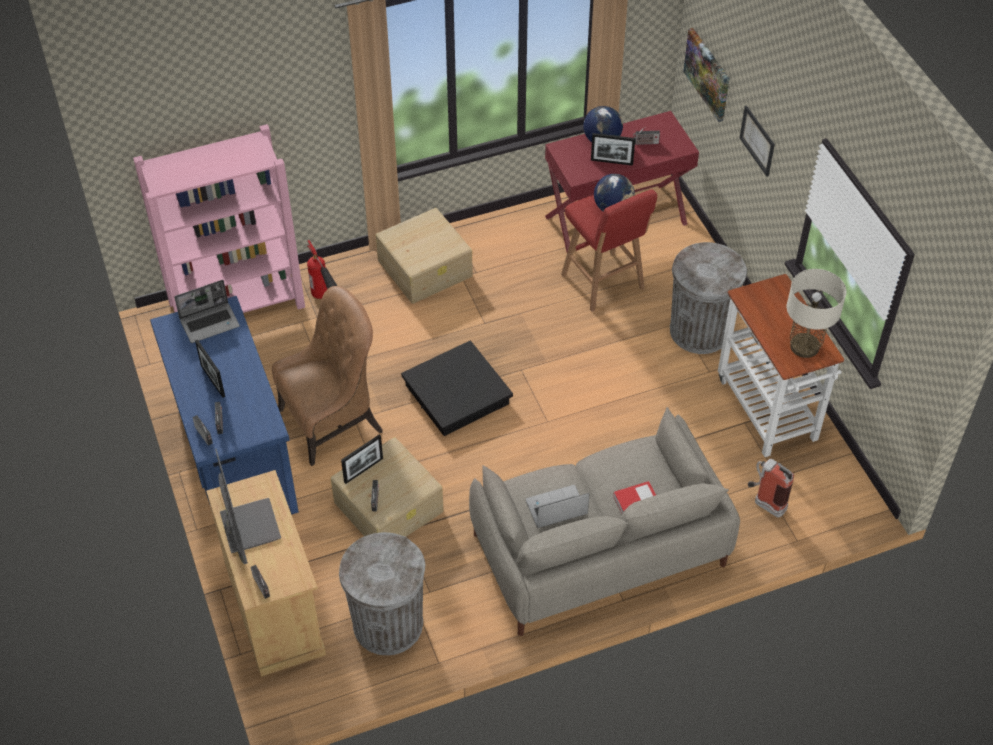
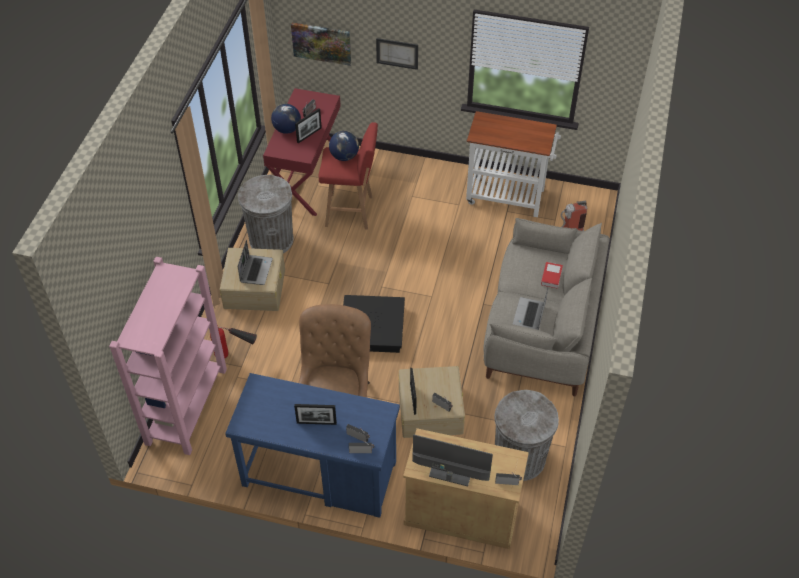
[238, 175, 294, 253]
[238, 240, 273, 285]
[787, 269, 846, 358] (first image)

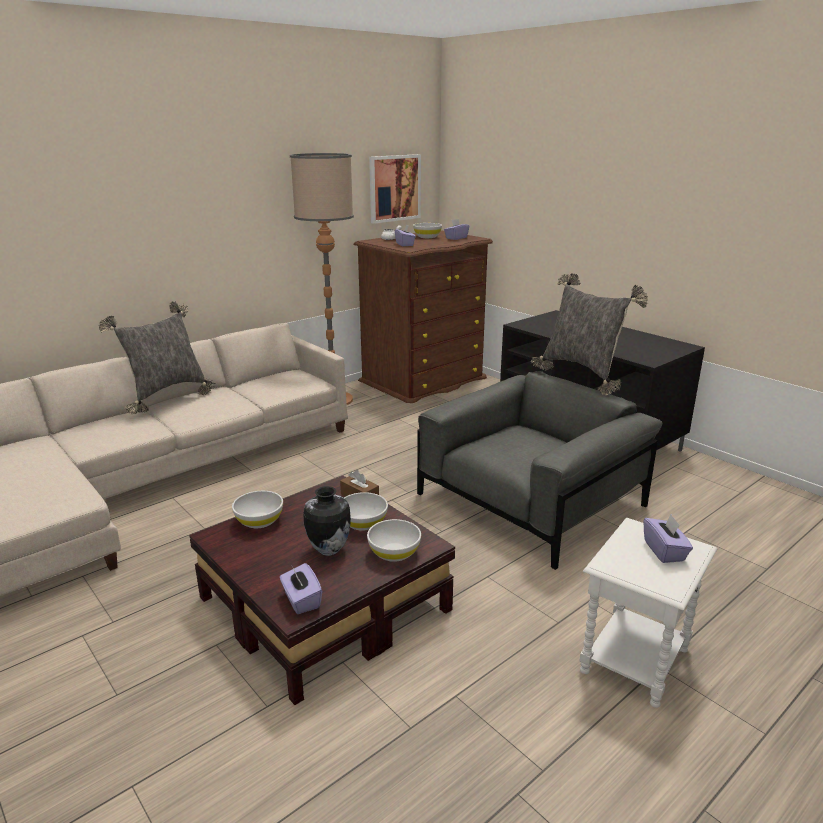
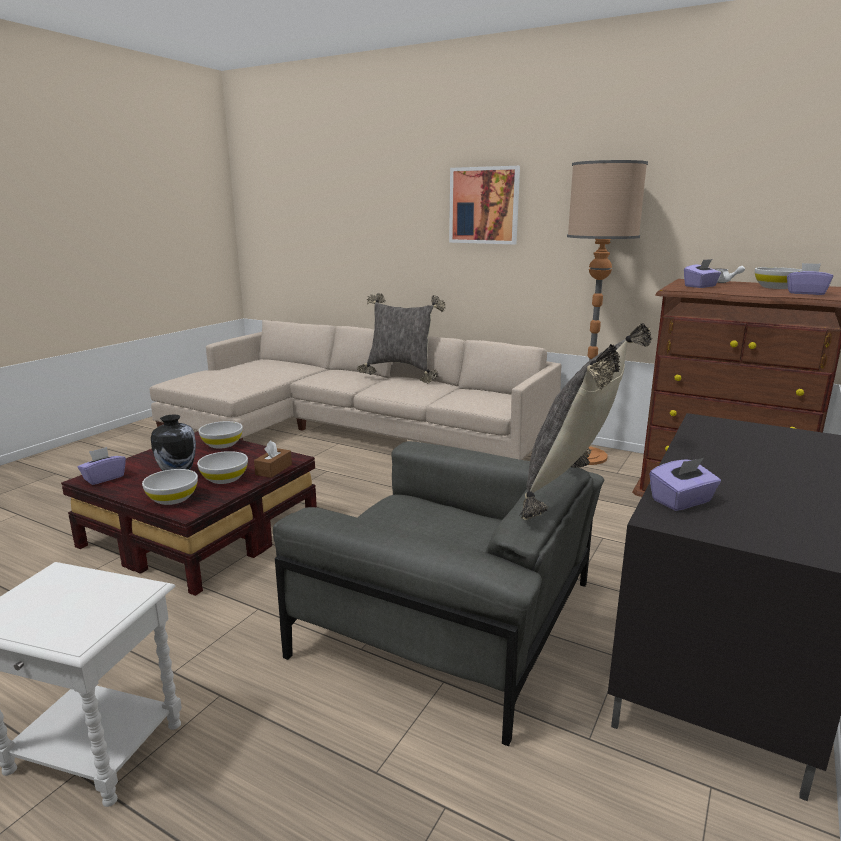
[449, 166, 520, 244]
[649, 458, 721, 511]

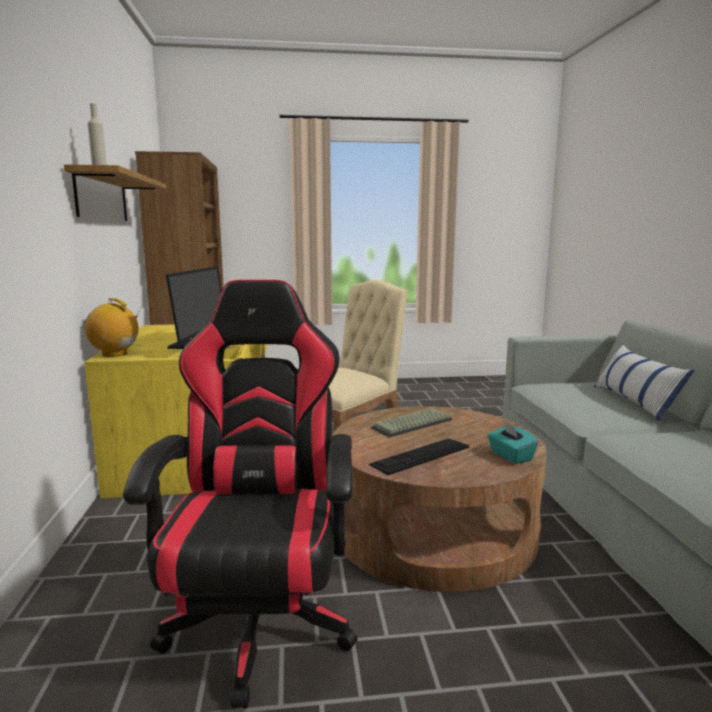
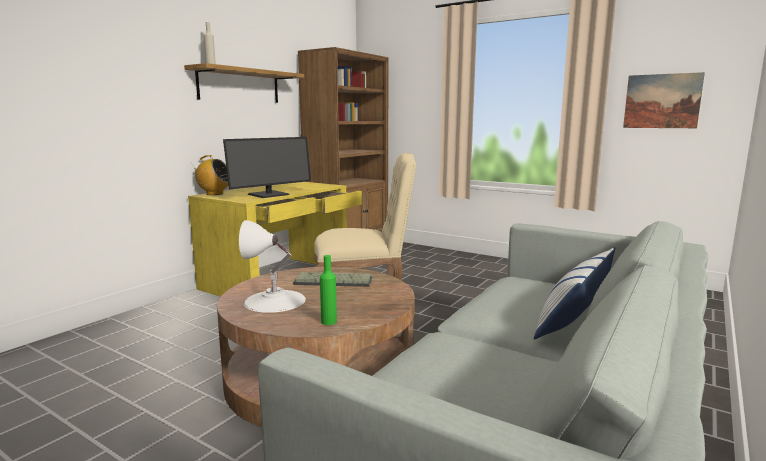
[191, 155, 228, 195]
[239, 220, 306, 313]
[320, 255, 337, 325]
[623, 72, 705, 128]
[123, 280, 358, 709] (first image)

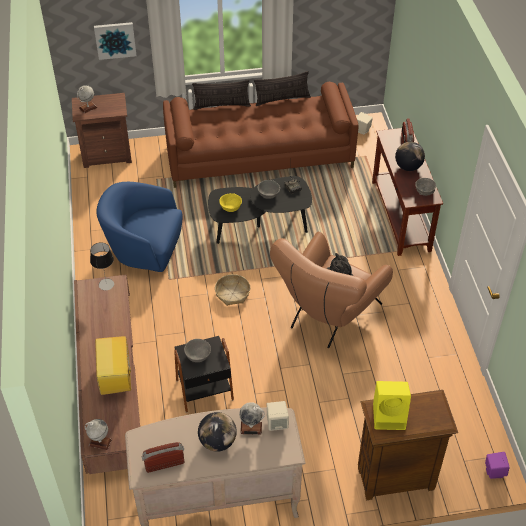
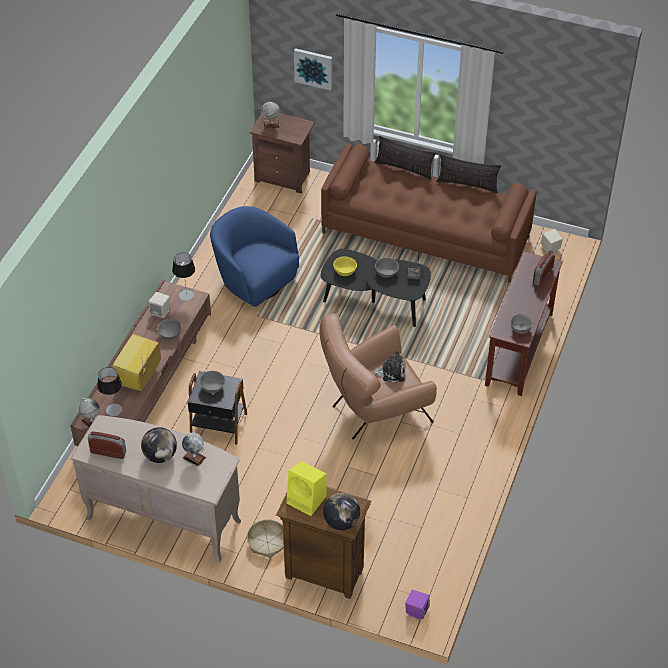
[97, 367, 122, 416]
[148, 292, 170, 318]
[157, 319, 182, 340]
[247, 519, 284, 558]
[323, 493, 360, 530]

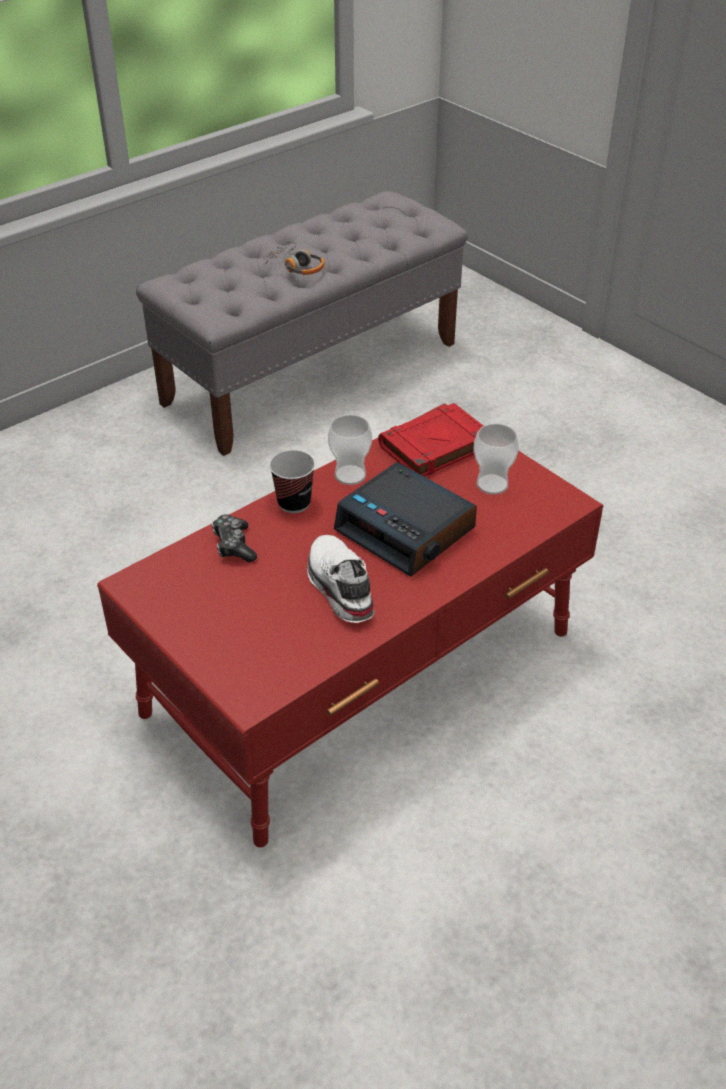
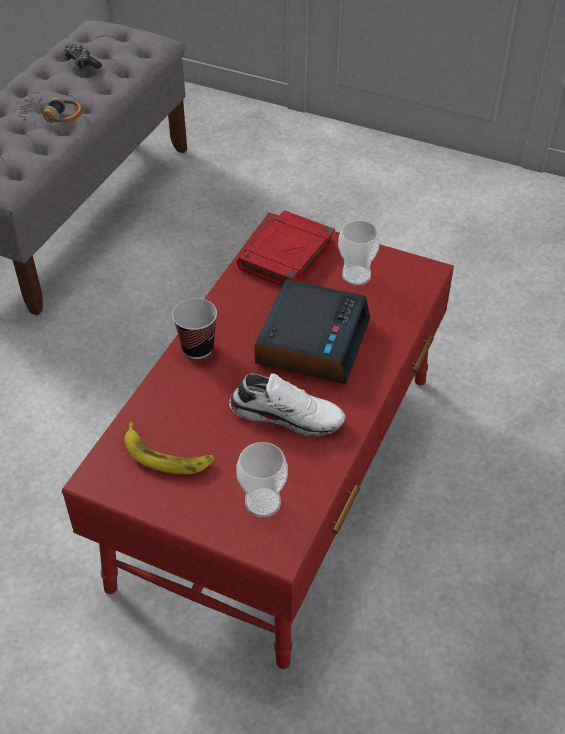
[62, 44, 102, 70]
[124, 422, 215, 474]
[229, 373, 346, 436]
[236, 442, 288, 517]
[254, 280, 370, 384]

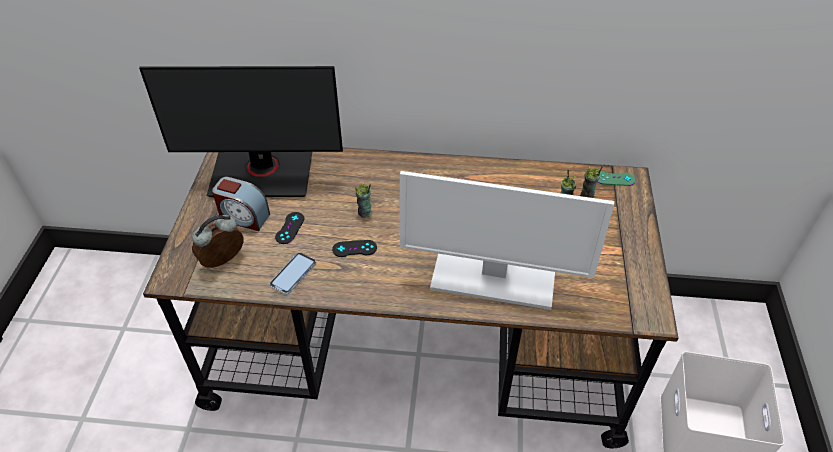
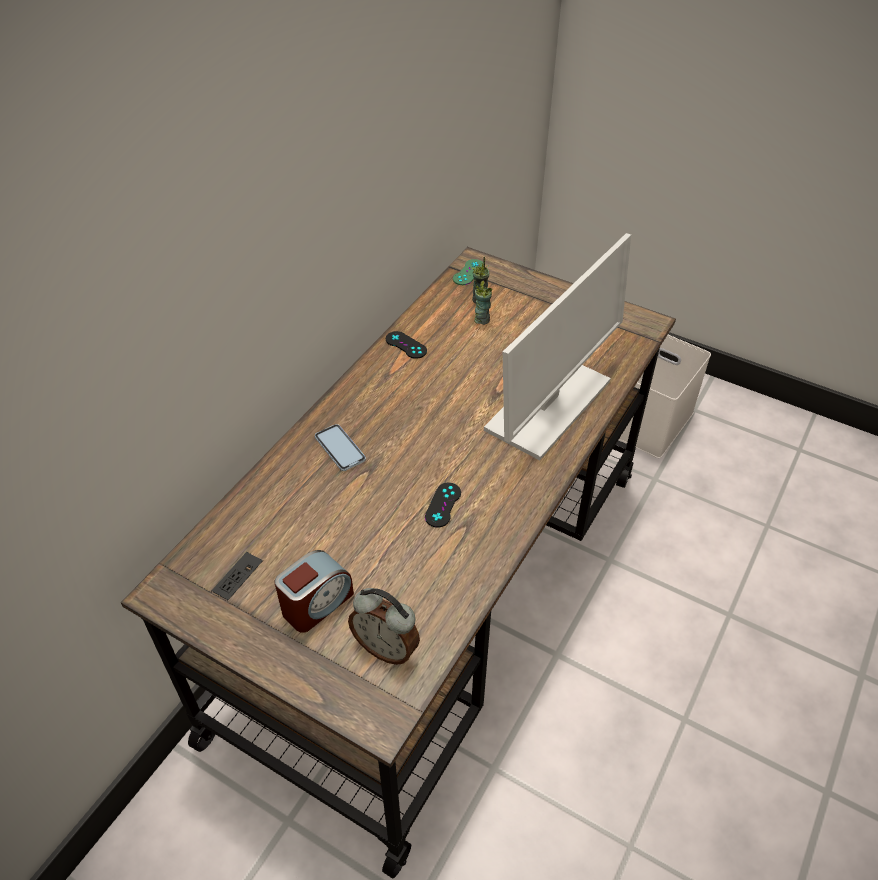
[315, 424, 366, 471]
[348, 588, 420, 665]
[386, 331, 427, 359]
[139, 66, 343, 197] (first image)
[355, 182, 372, 218] (first image)

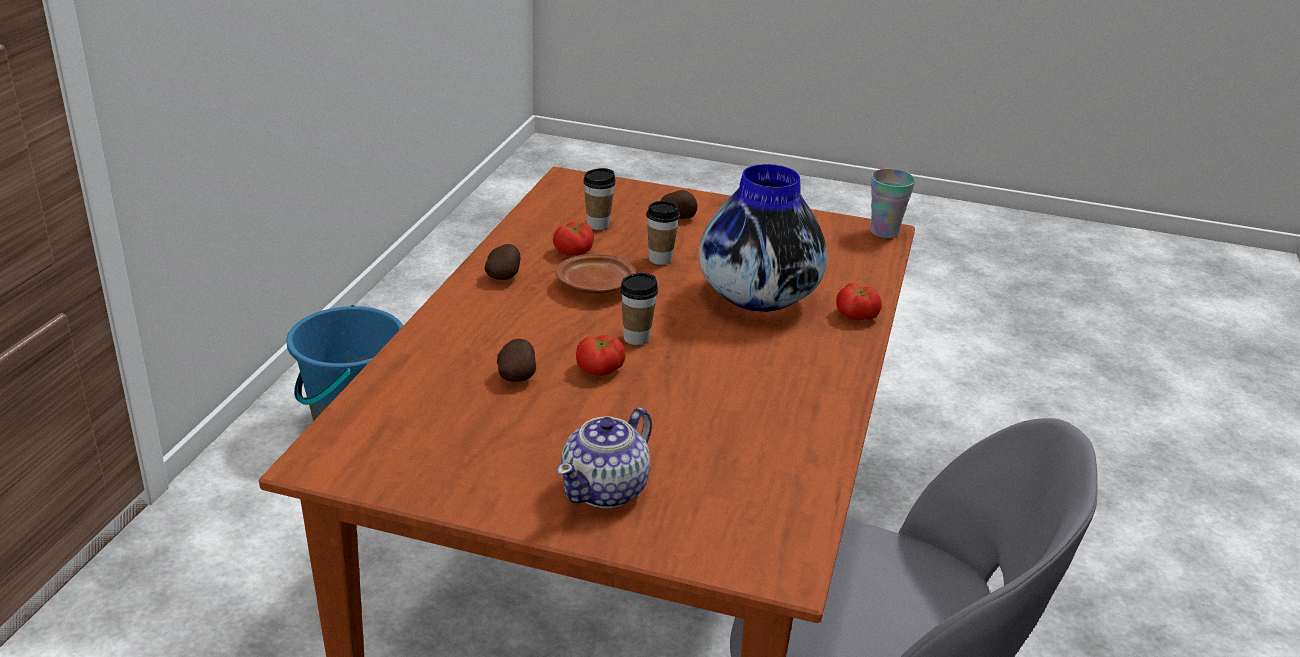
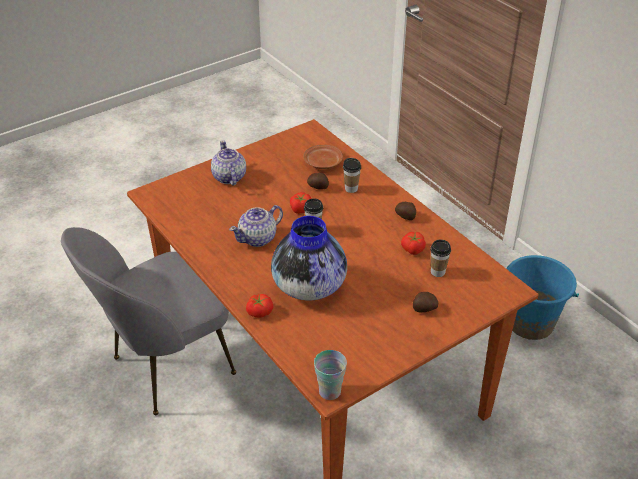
[229, 205, 283, 247]
[303, 145, 343, 169]
[343, 158, 361, 193]

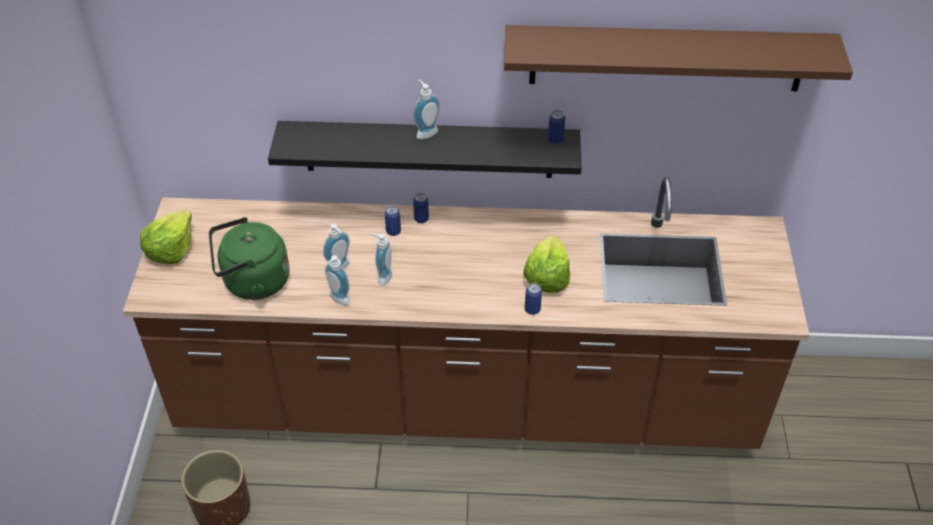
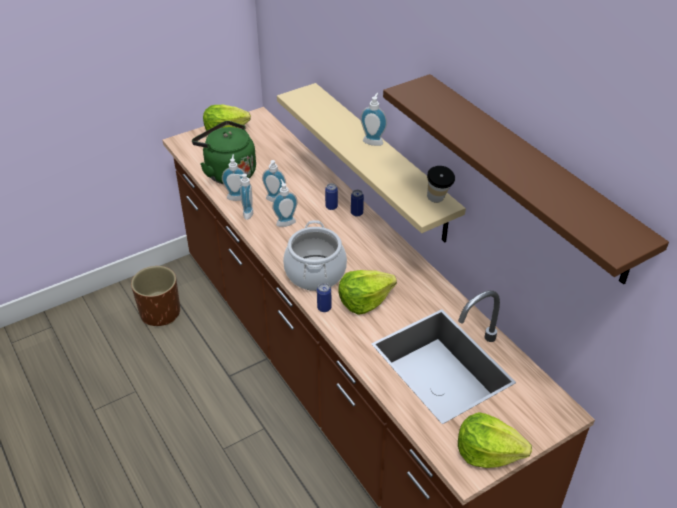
[222, 154, 245, 201]
[277, 83, 466, 242]
[283, 220, 347, 291]
[427, 166, 455, 203]
[458, 412, 532, 468]

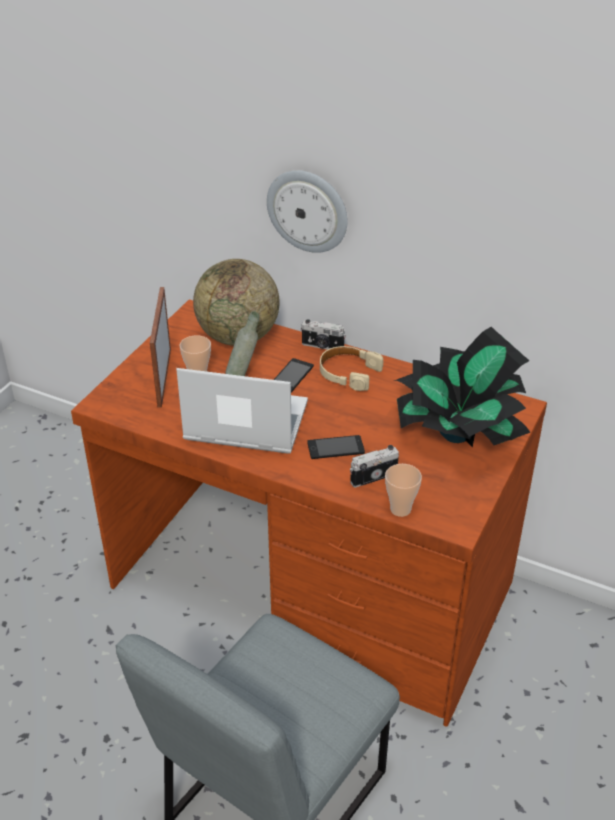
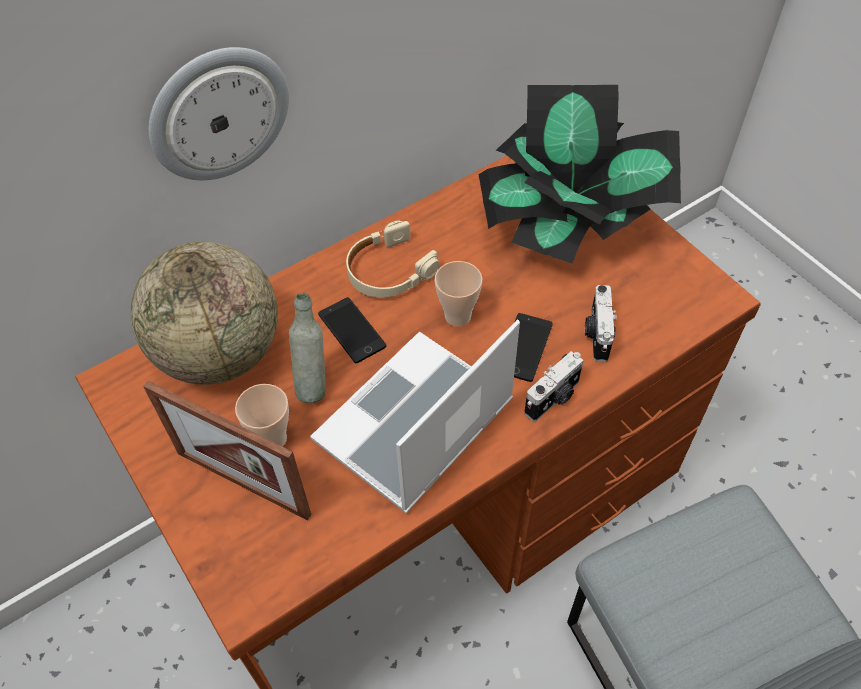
[434, 261, 482, 327]
[524, 351, 584, 422]

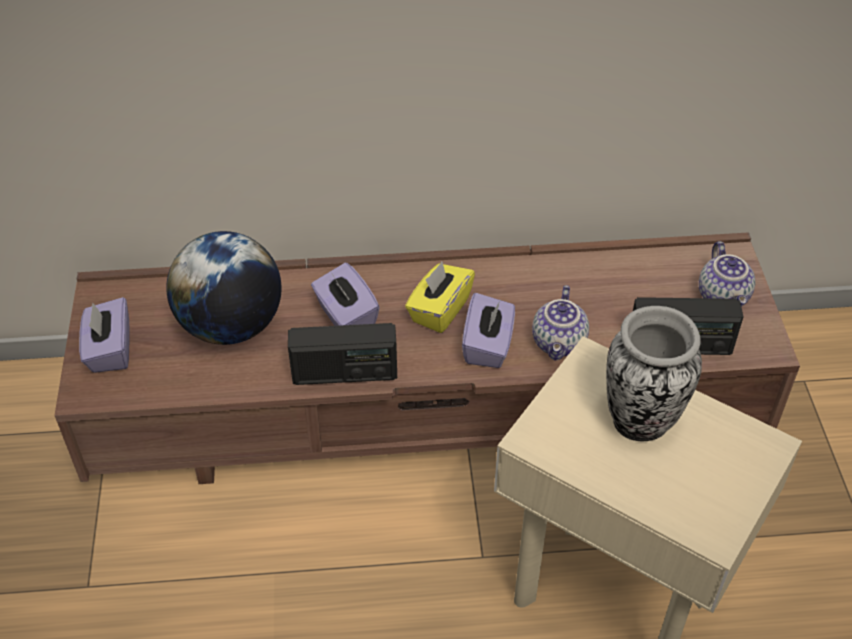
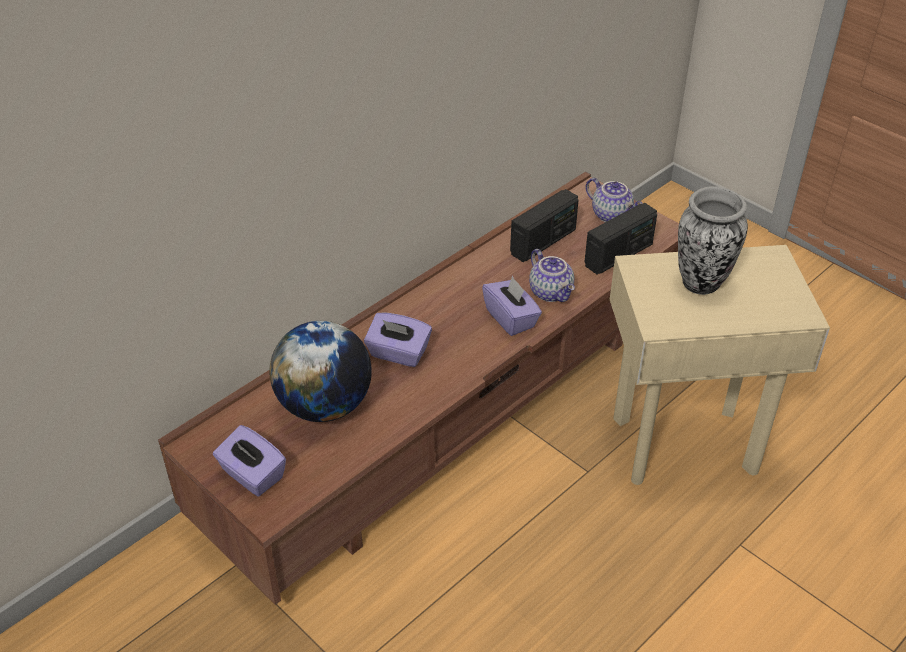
[510, 189, 579, 262]
[405, 262, 475, 333] (first image)

